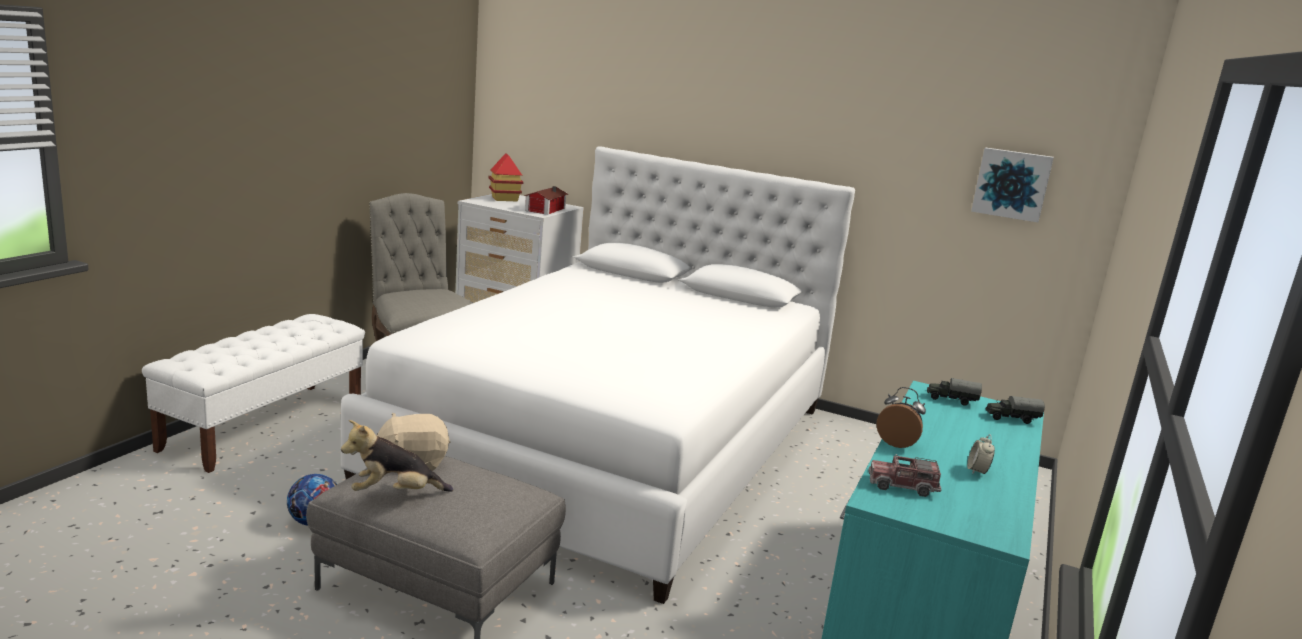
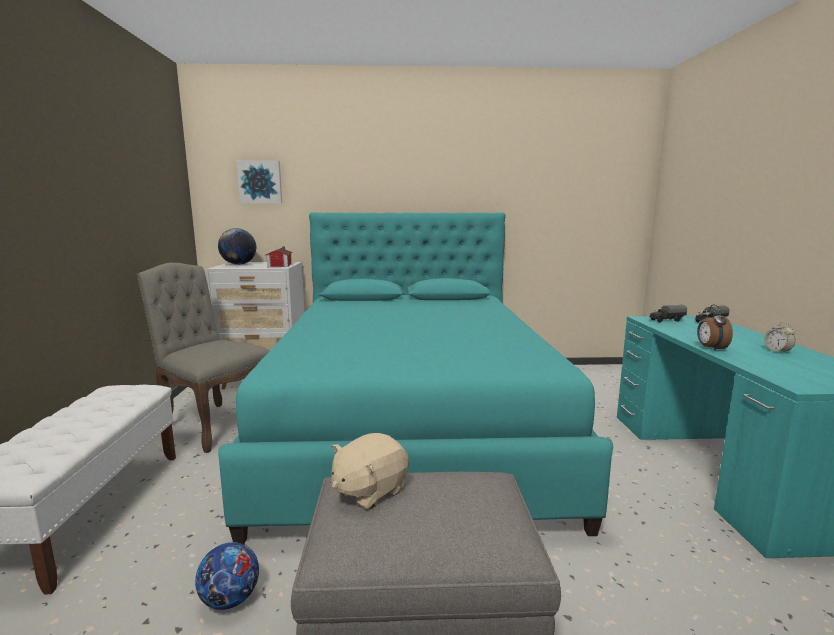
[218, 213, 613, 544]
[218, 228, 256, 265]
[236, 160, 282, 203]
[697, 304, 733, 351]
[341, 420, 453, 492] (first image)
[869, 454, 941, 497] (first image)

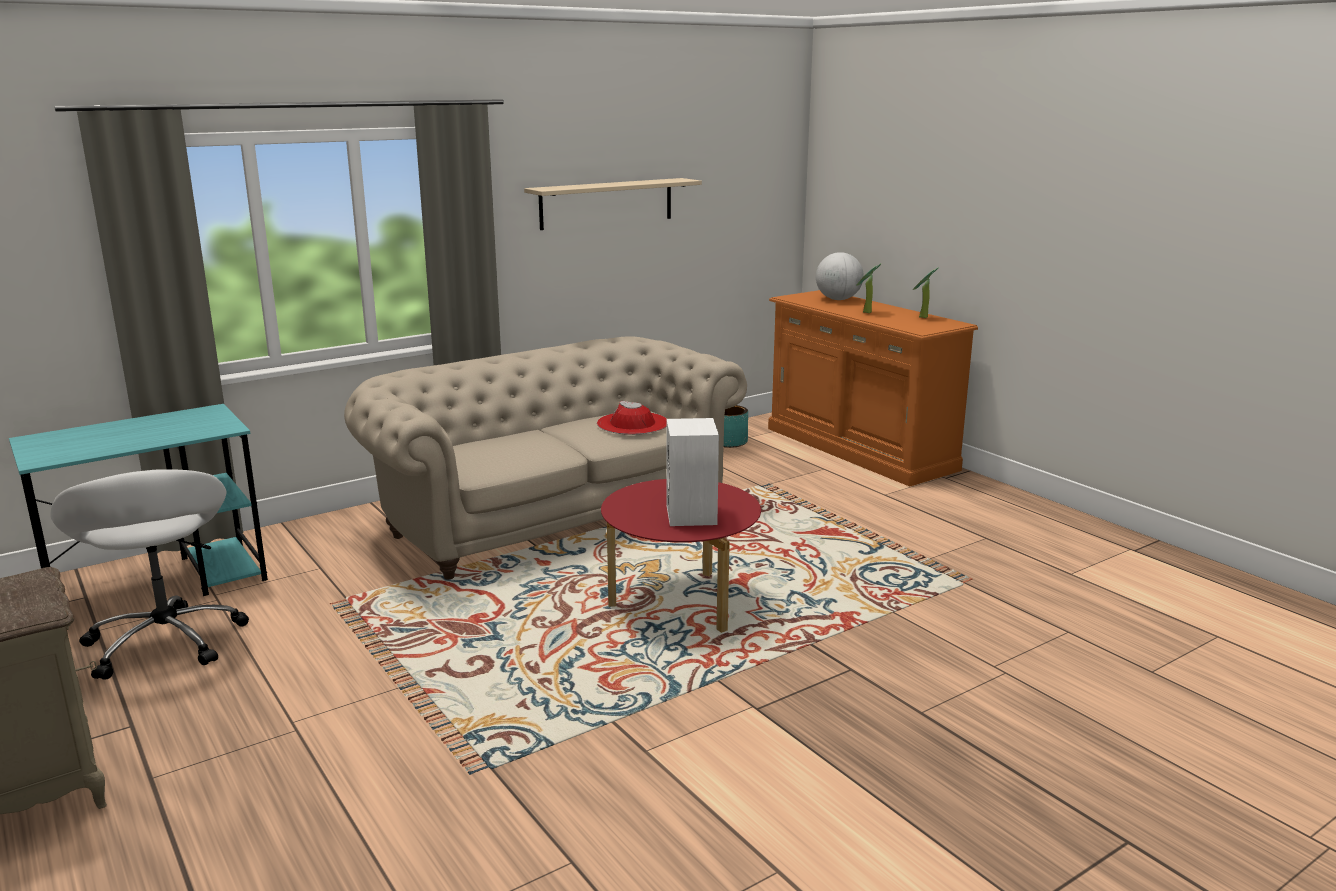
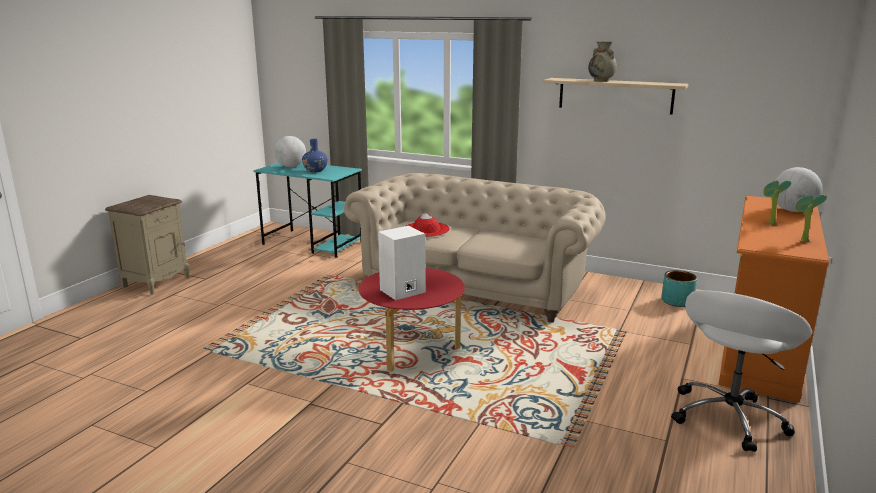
[274, 136, 306, 167]
[302, 139, 328, 172]
[406, 213, 450, 237]
[588, 41, 617, 82]
[671, 290, 812, 452]

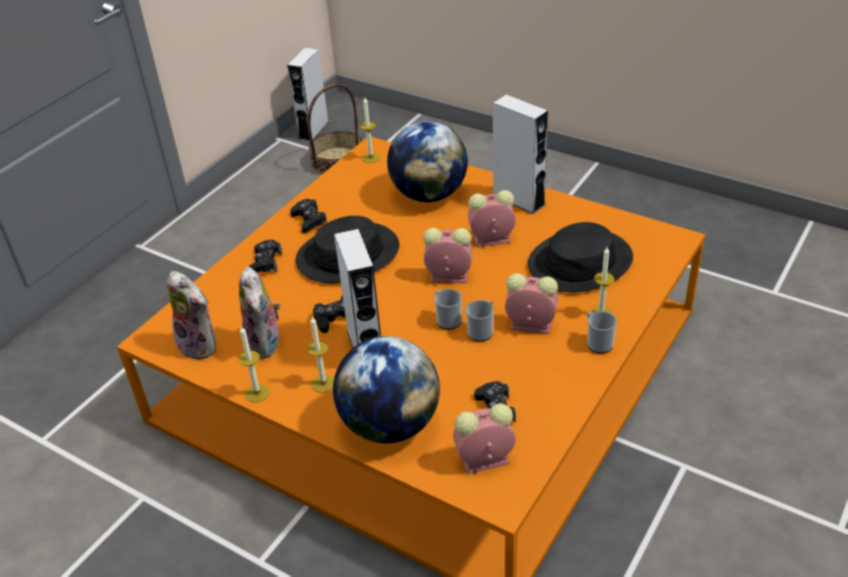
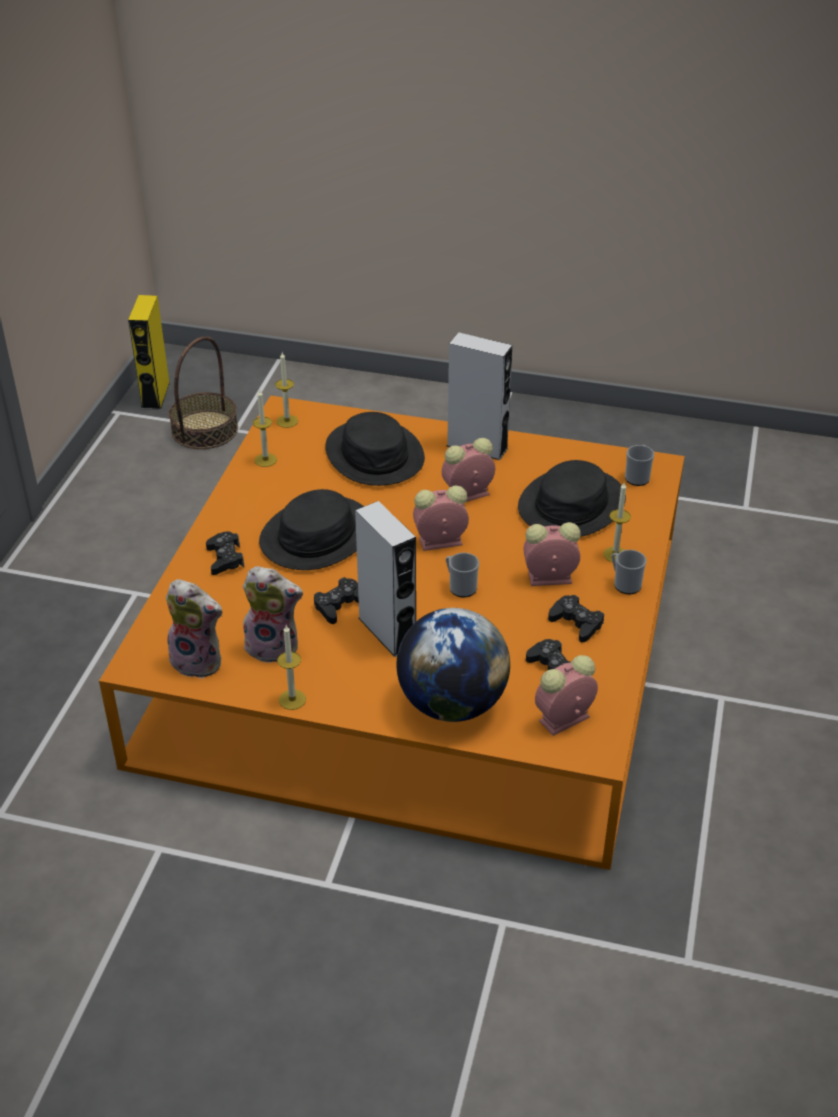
[128, 295, 170, 410]
[243, 566, 303, 663]
[253, 389, 277, 467]
[325, 412, 425, 486]
[548, 595, 604, 642]
[625, 445, 654, 486]

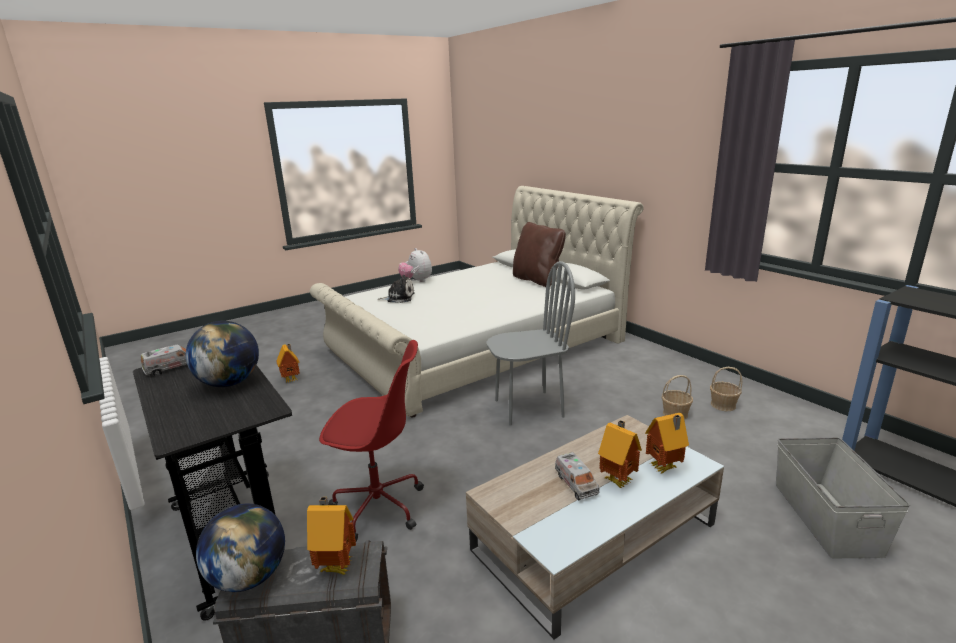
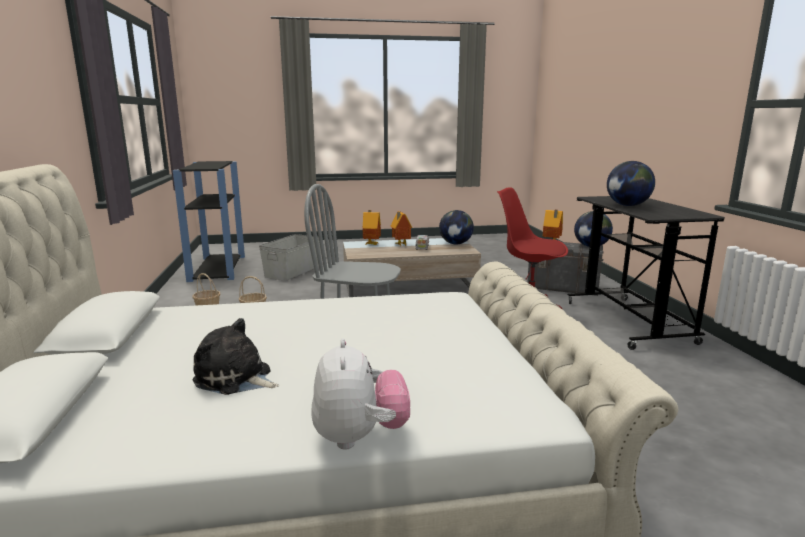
[192, 318, 279, 395]
[439, 210, 474, 244]
[141, 345, 187, 376] (first image)
[276, 344, 300, 383] (first image)
[513, 222, 566, 287] (first image)

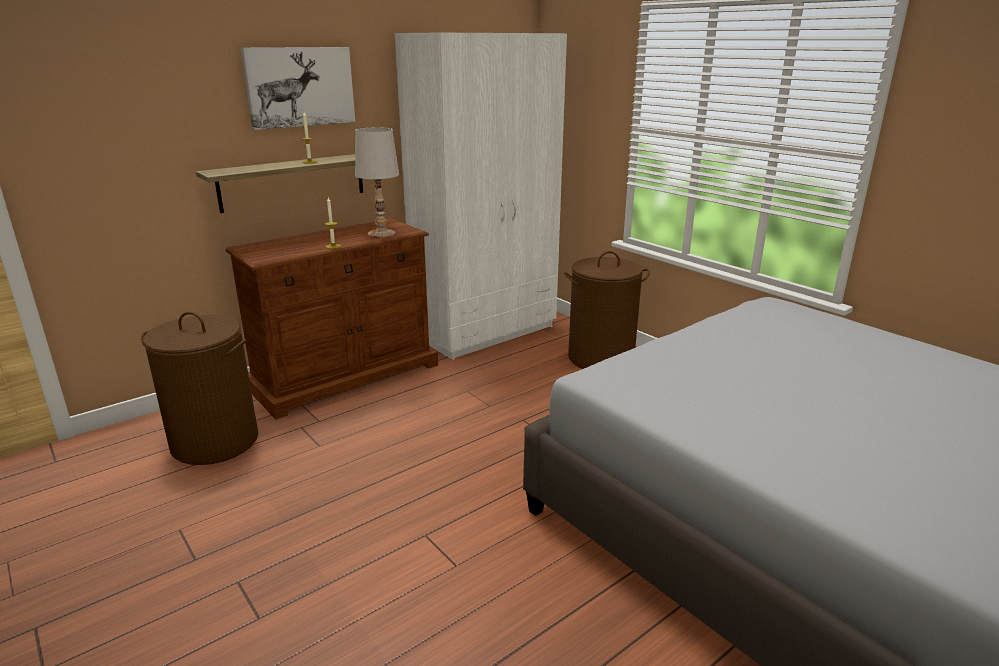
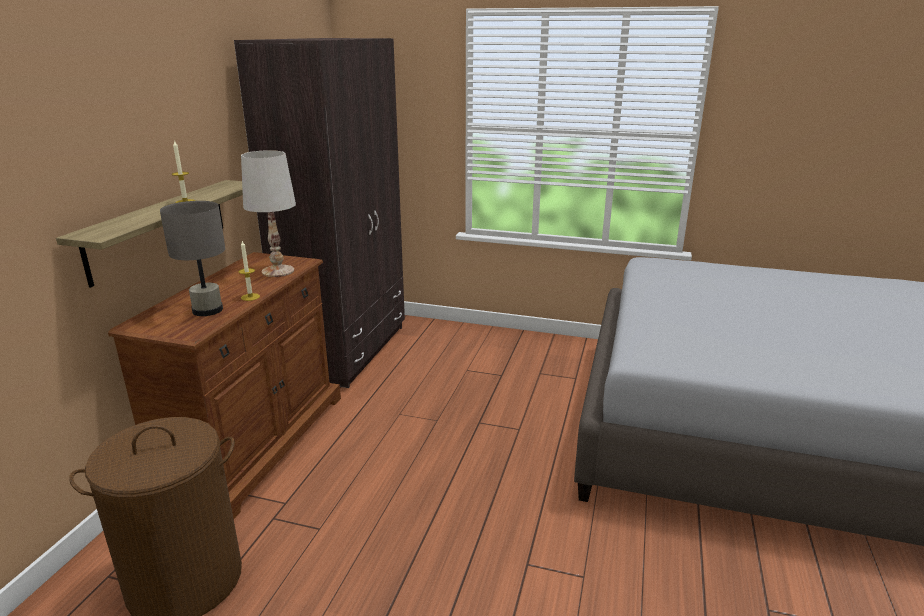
[160, 201, 225, 316]
[234, 38, 405, 388]
[241, 47, 355, 130] (first image)
[564, 251, 650, 369] (first image)

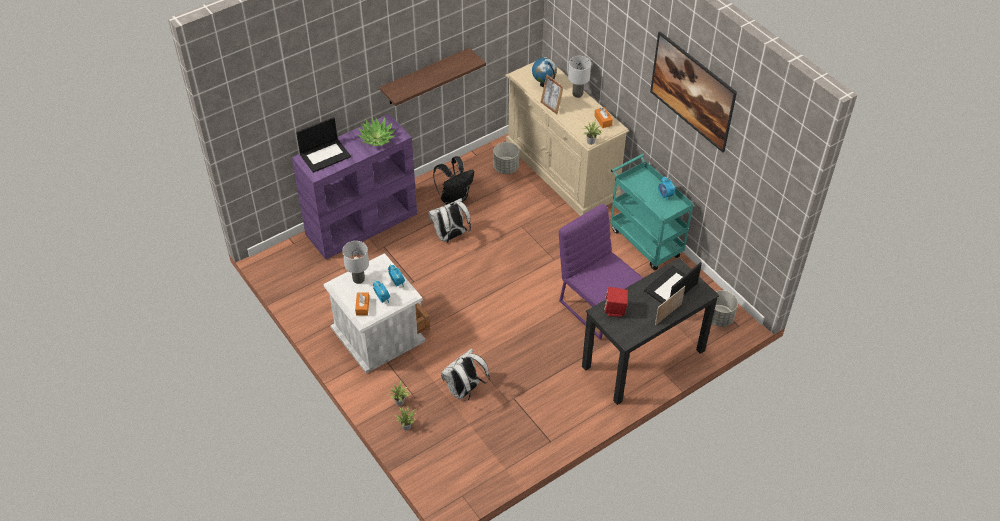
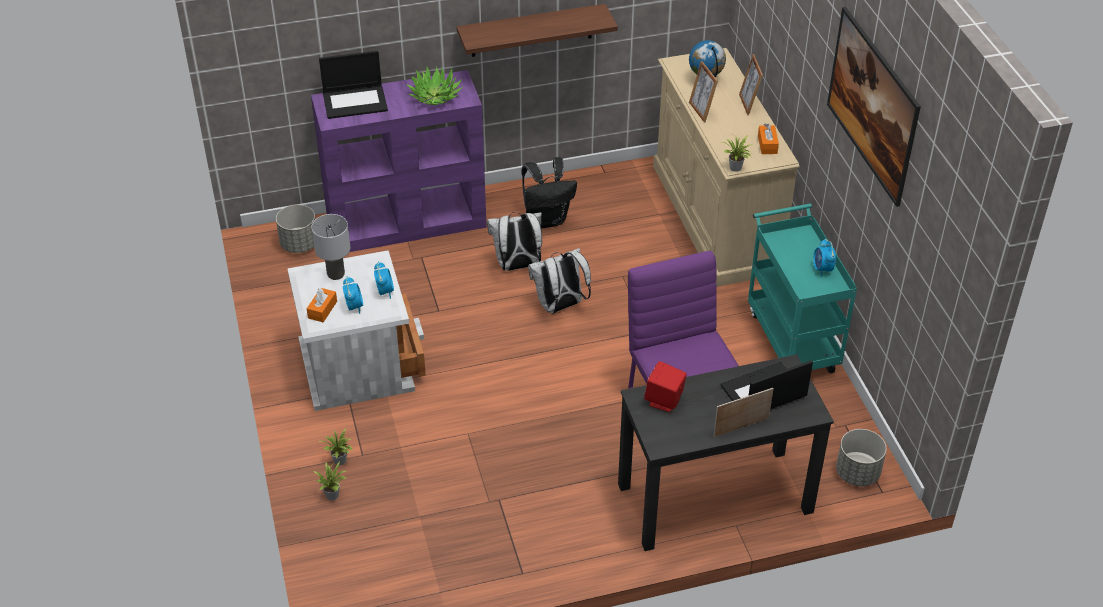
[276, 204, 315, 253]
[528, 248, 591, 314]
[739, 54, 763, 116]

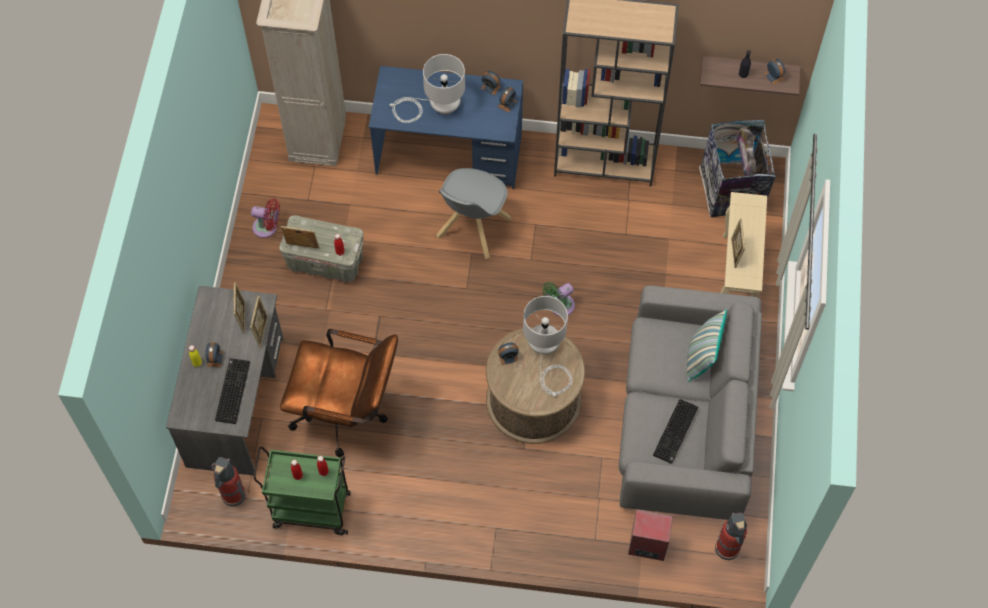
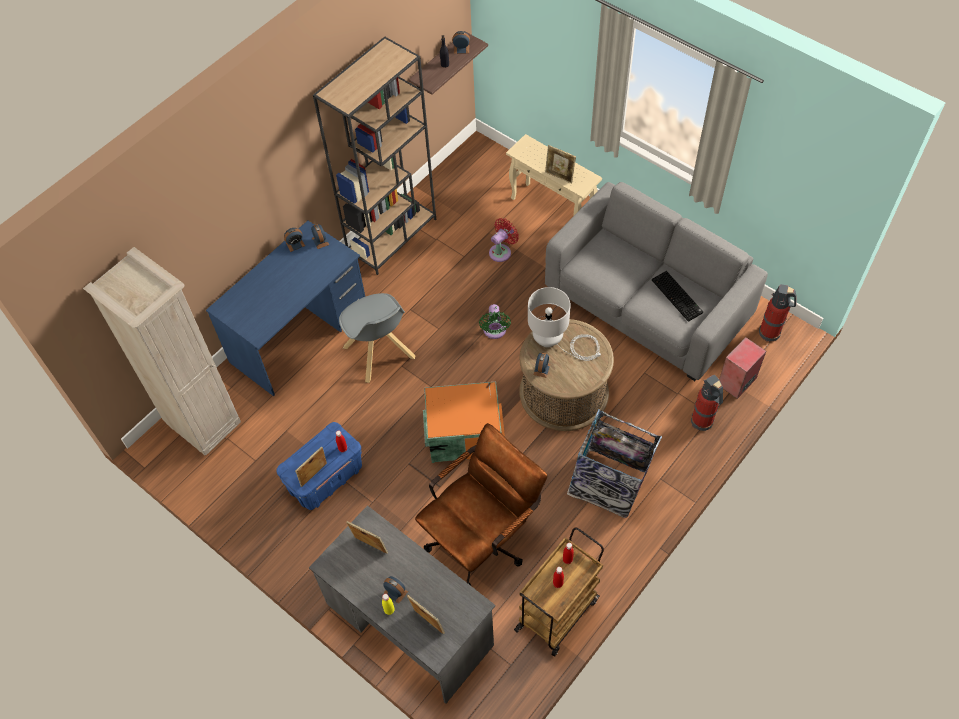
[276, 422, 362, 510]
[407, 595, 445, 634]
[423, 382, 505, 463]
[489, 218, 519, 262]
[514, 527, 604, 656]
[567, 409, 662, 518]
[691, 375, 723, 431]
[215, 358, 250, 424] (first image)
[390, 54, 465, 123] (first image)
[687, 309, 727, 382] (first image)

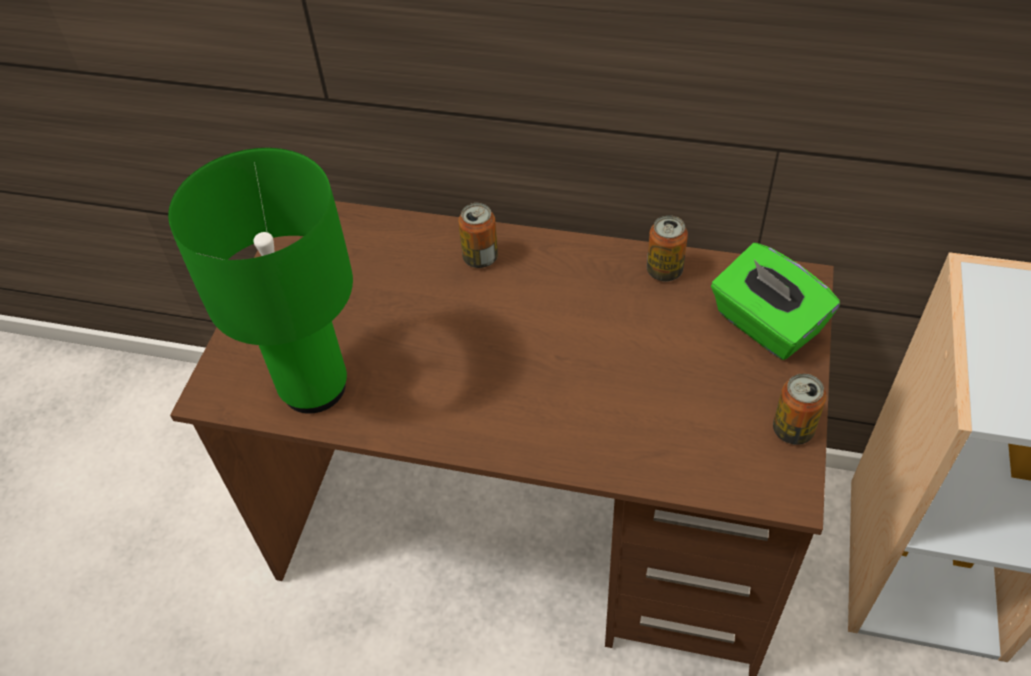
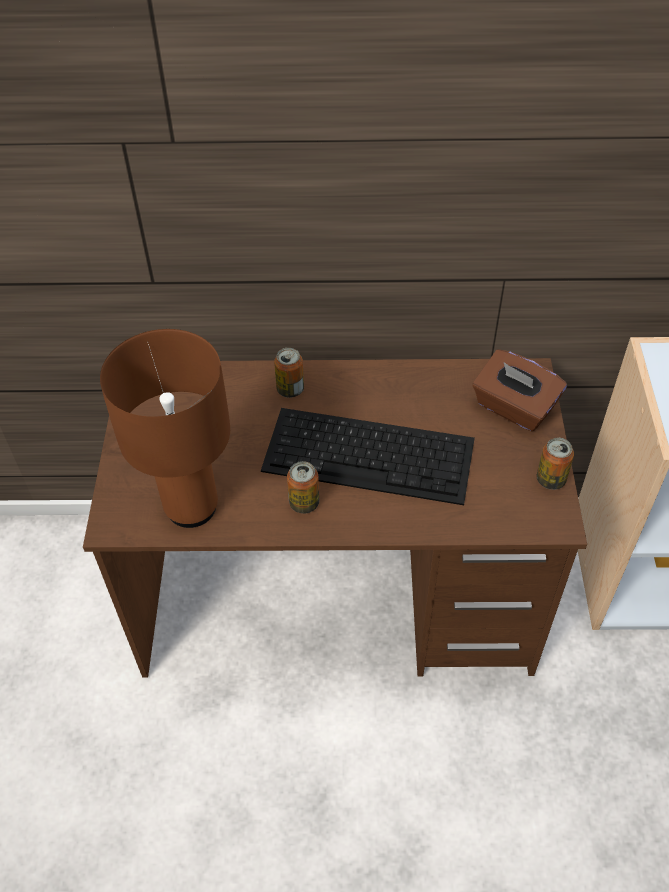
[100, 329, 230, 528]
[261, 408, 475, 505]
[287, 461, 319, 514]
[473, 349, 567, 431]

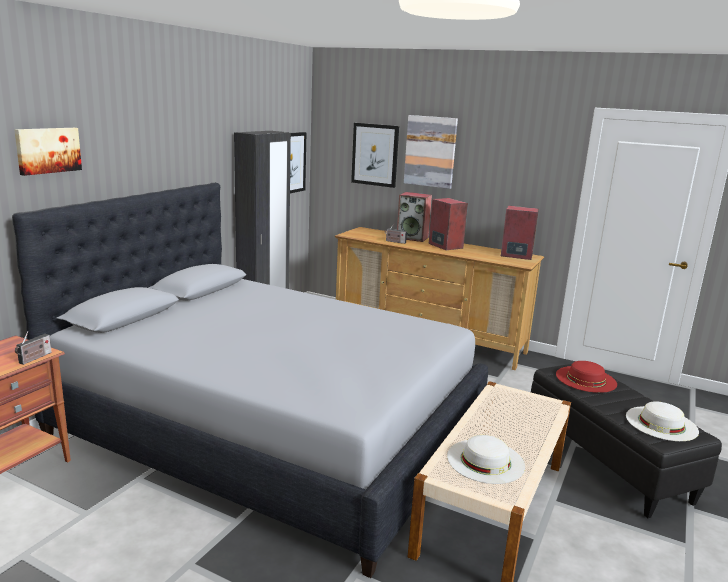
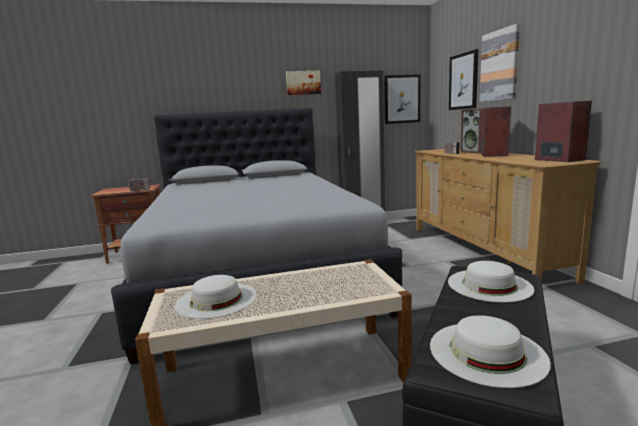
[286, 71, 321, 95]
[448, 261, 534, 303]

